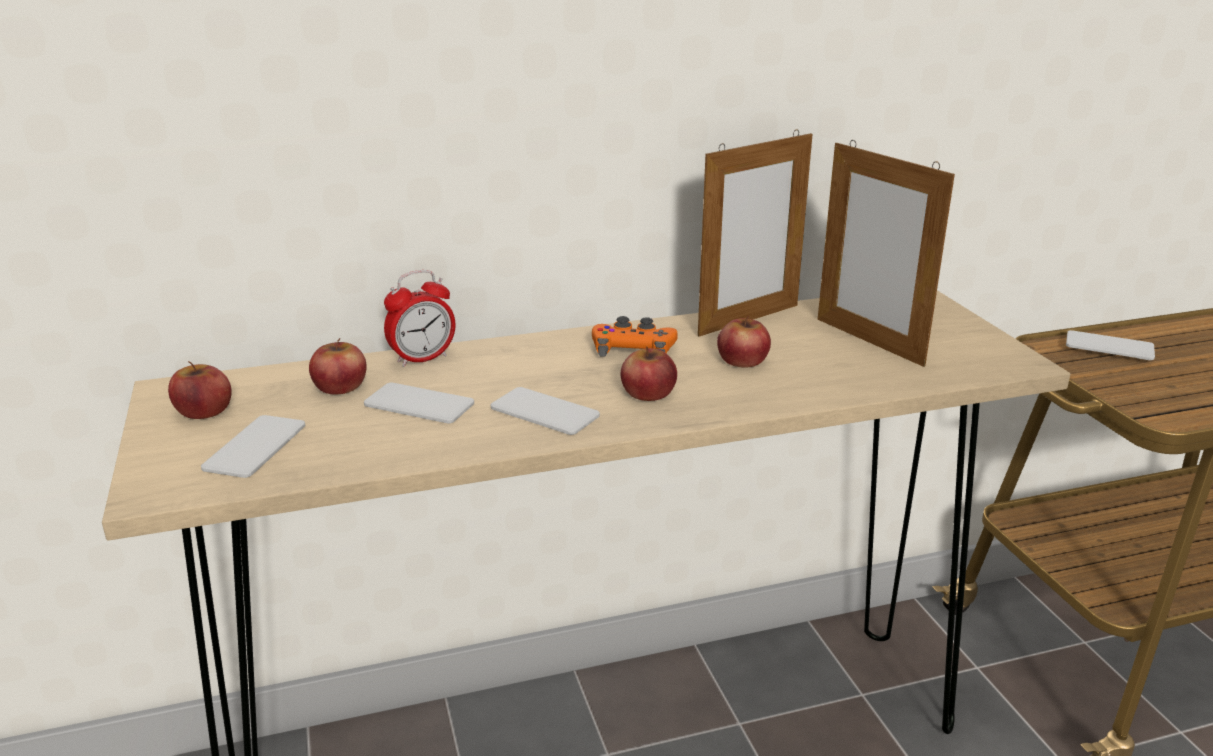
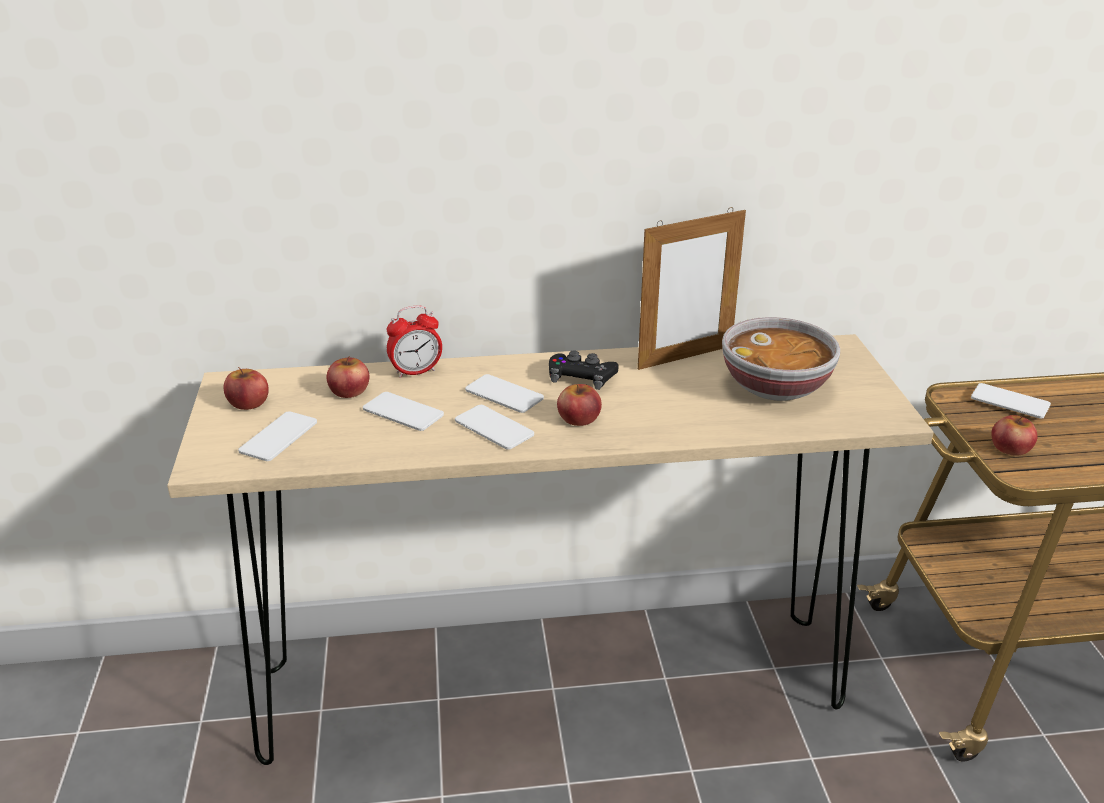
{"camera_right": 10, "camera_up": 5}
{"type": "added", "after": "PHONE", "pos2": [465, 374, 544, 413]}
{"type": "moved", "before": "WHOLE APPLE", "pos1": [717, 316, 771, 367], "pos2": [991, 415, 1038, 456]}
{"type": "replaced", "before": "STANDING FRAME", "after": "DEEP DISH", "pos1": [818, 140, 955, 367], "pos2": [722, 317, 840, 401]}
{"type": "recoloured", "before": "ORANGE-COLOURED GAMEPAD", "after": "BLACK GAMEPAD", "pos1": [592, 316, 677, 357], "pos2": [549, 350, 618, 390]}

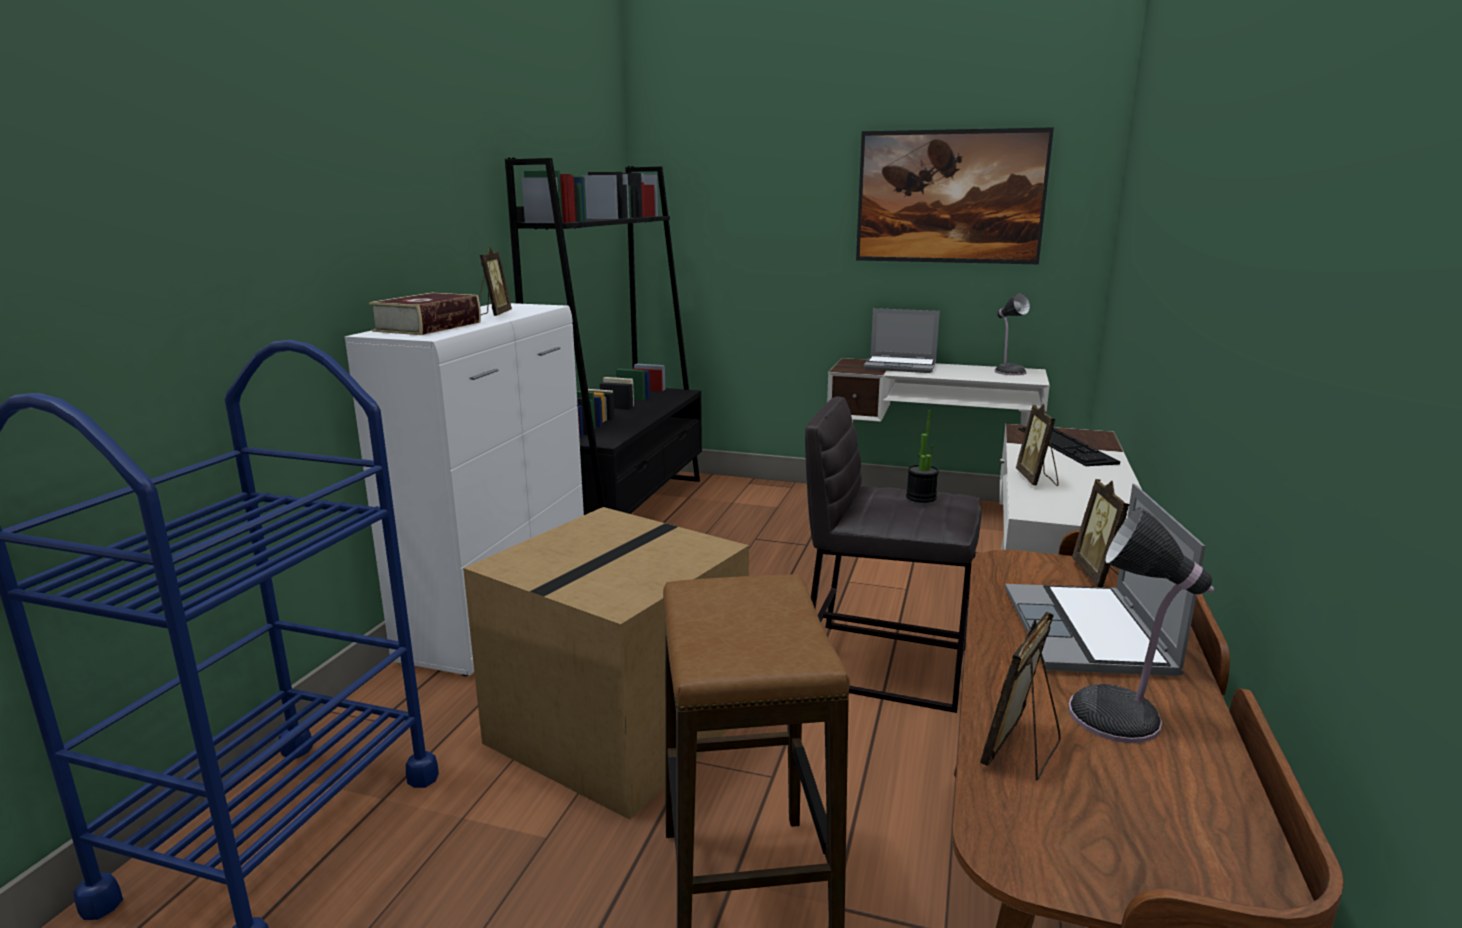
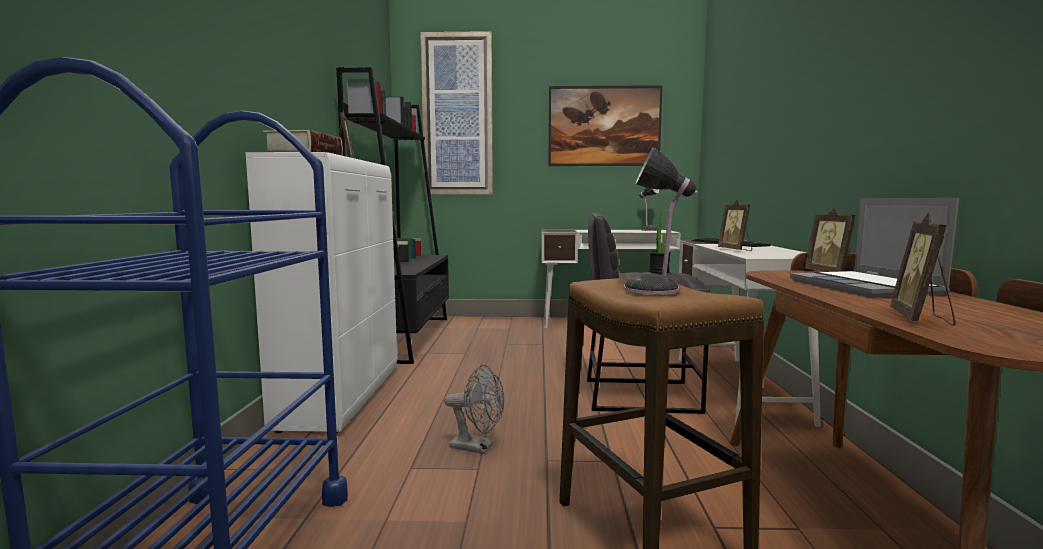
{"camera_right": -15, "camera_up": -10}
{"type": "removed", "before": "NOTEBOOK COMPUTER", "pos1": [864, 308, 940, 373]}
{"type": "added", "after": "WALL ART", "pos2": [420, 31, 493, 194]}
{"type": "moved", "before": "TABLETOP LAMP", "pos1": [1068, 507, 1214, 743], "pos2": [624, 147, 698, 294]}
{"type": "replaced", "before": "CARTON", "after": "GREY FAN", "pos1": [463, 507, 749, 820], "pos2": [444, 365, 504, 454]}

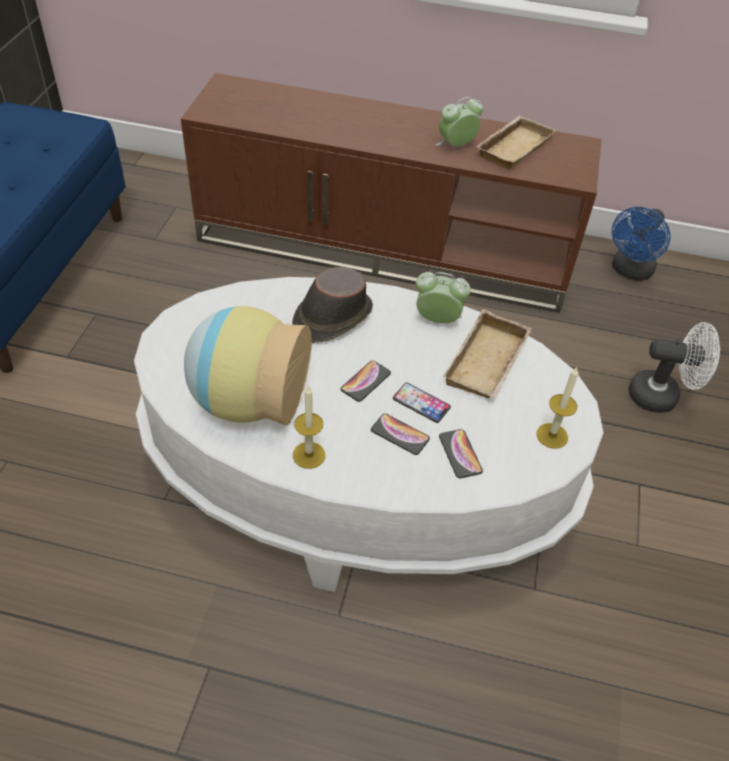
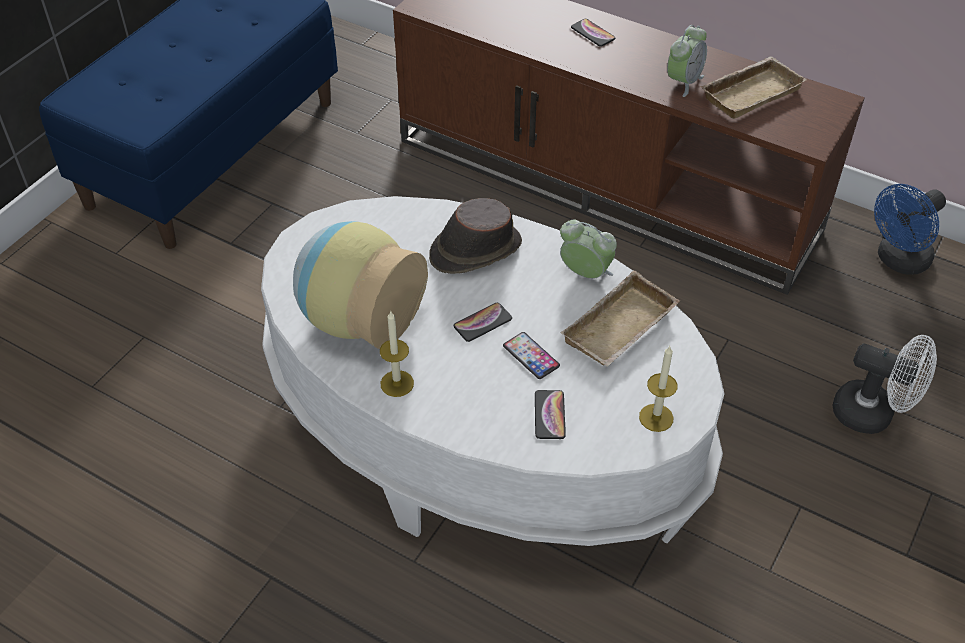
{"camera_right": 20, "camera_up": 0}
{"type": "moved", "before": "PHONE", "pos1": [371, 414, 430, 455], "pos2": [571, 19, 615, 47]}
{"type": "turned", "before": "ALARM CLOCK", "pos1": [436, 97, 483, 147], "pos2": [667, 25, 707, 97], "turn": 135}

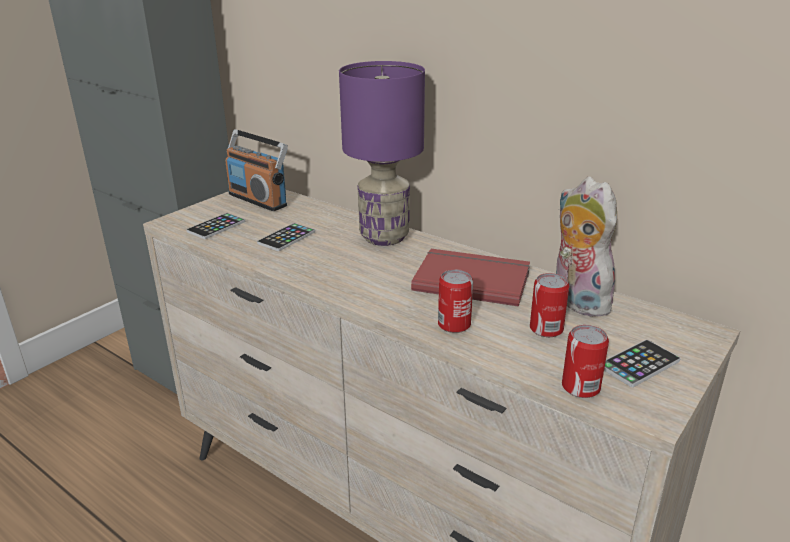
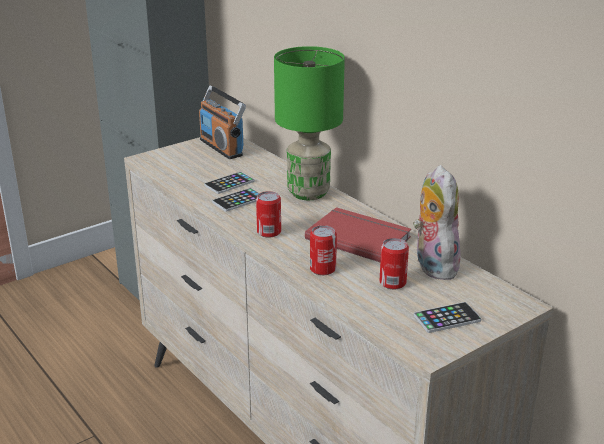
{"camera_right": 15, "camera_up": 0}
{"type": "moved", "before": "PHONE", "pos1": [186, 213, 245, 239], "pos2": [212, 188, 259, 212]}
{"type": "moved", "before": "CAN", "pos1": [562, 325, 609, 398], "pos2": [256, 191, 281, 238]}
{"type": "recoloured", "before": "PURPLISH TABLETOP LAMP", "after": "GREEN TABLETOP LAMP", "pos1": [339, 61, 425, 246], "pos2": [274, 46, 345, 200]}

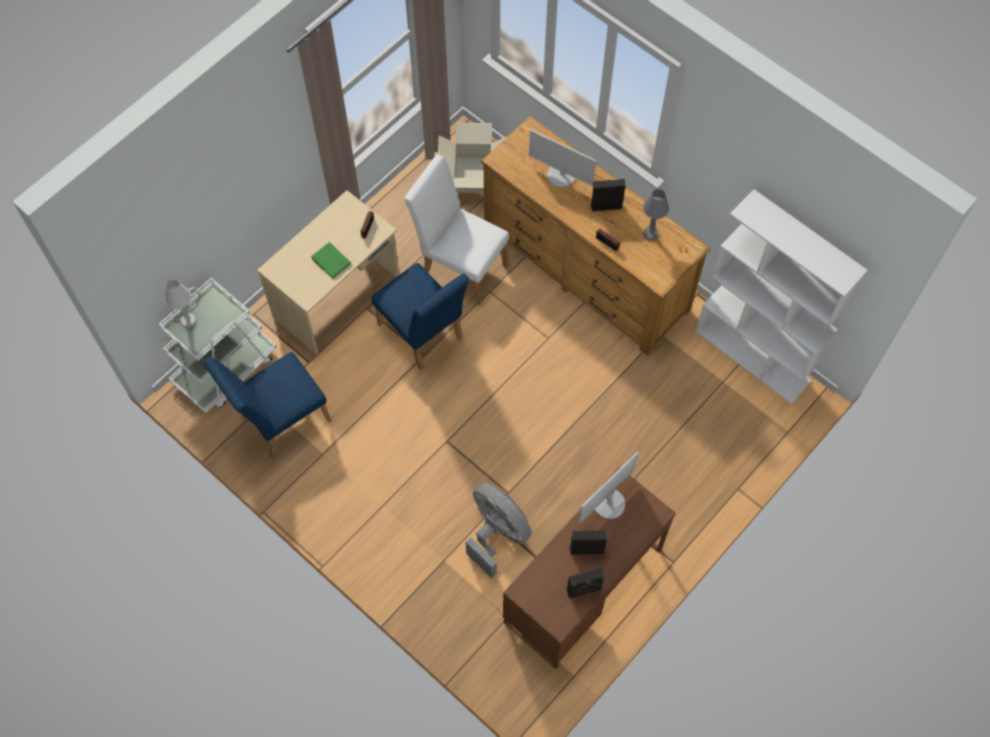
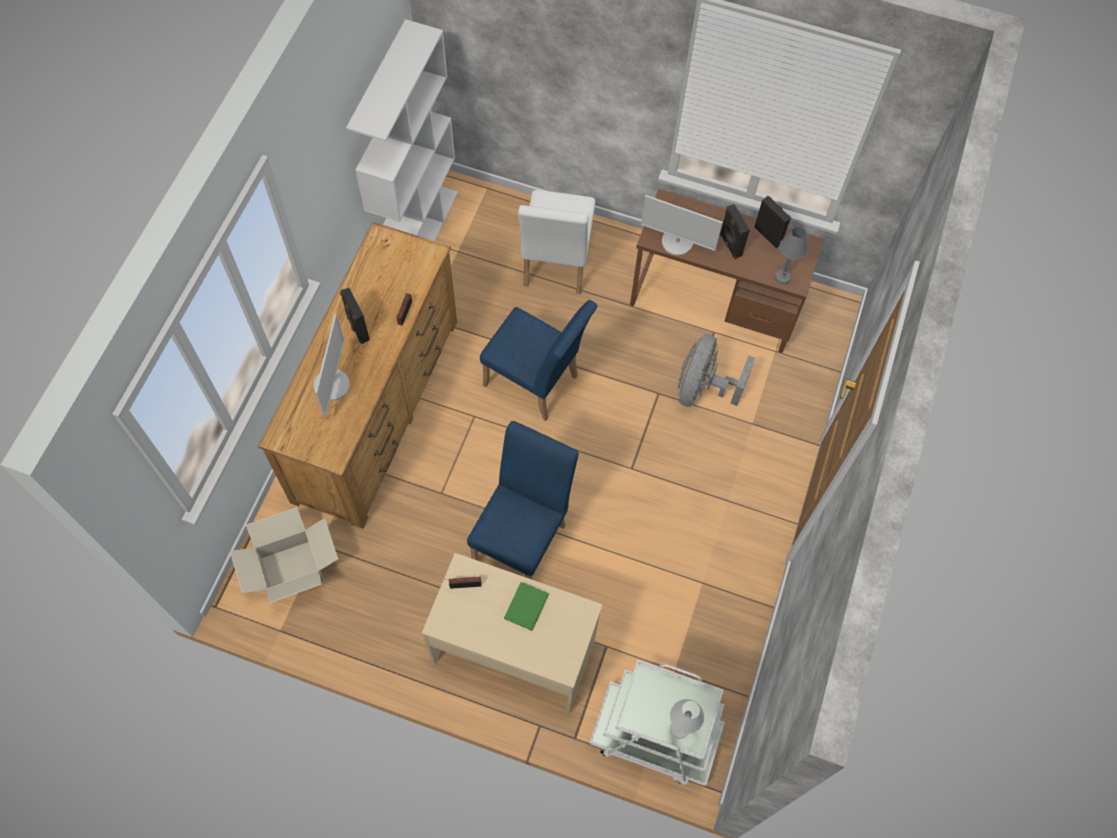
{"camera_right": -115, "camera_up": 0}
{"type": "moved", "before": "BLUE-COLOURED PLAIN CHAIR", "pos1": [204, 352, 332, 459], "pos2": [480, 300, 597, 421]}
{"type": "moved", "before": "WHITISH PLAIN CHAIR", "pos1": [404, 155, 509, 305], "pos2": [518, 190, 595, 294]}
{"type": "moved", "before": "GREY TABLETOP LAMP", "pos1": [643, 189, 669, 240], "pos2": [775, 227, 808, 284]}

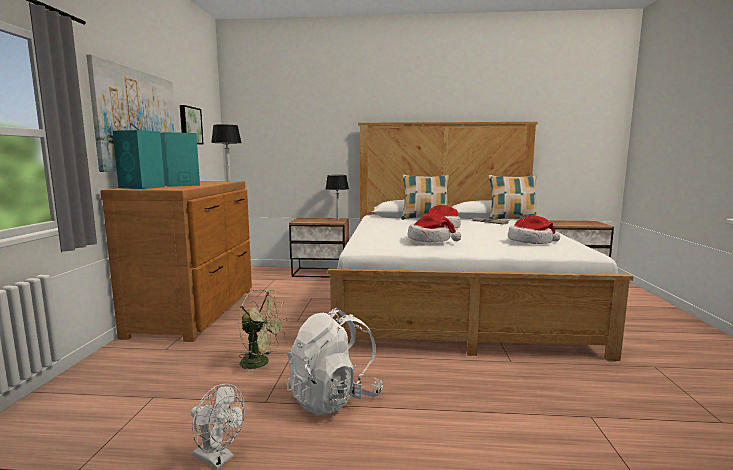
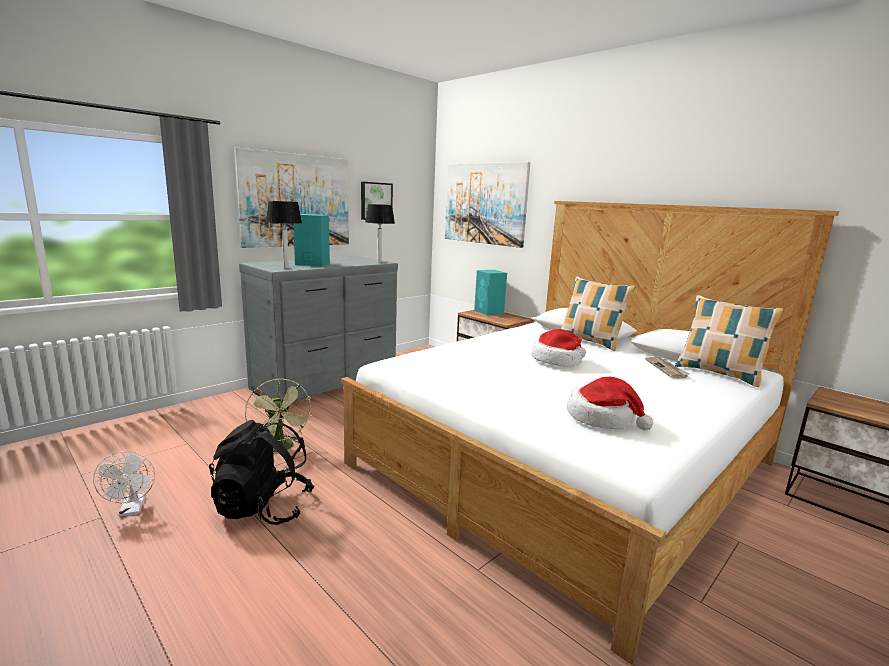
{"camera_right": 40, "camera_up": 5}
{"type": "removed", "before": "CLOTHING HAT", "pos1": [408, 213, 461, 242]}
{"type": "added", "after": "WALL ART", "pos2": [445, 162, 530, 248]}
{"type": "moved", "before": "TURQUOISE AUDIO SPEAKER", "pos1": [113, 130, 165, 189], "pos2": [474, 270, 507, 316]}
{"type": "moved", "before": "TABLETOP LAMP", "pos1": [326, 175, 349, 220], "pos2": [266, 201, 302, 269]}
{"type": "recoloured", "before": "BROWNISH CHEST OF DRAWERS", "after": "GREY CHEST OF DRAWERS", "pos1": [100, 181, 252, 342], "pos2": [239, 256, 398, 400]}
{"type": "recoloured", "before": "WHITISH KNAPSACK", "after": "BLACK KNAPSACK", "pos1": [287, 308, 383, 416], "pos2": [209, 420, 315, 525]}

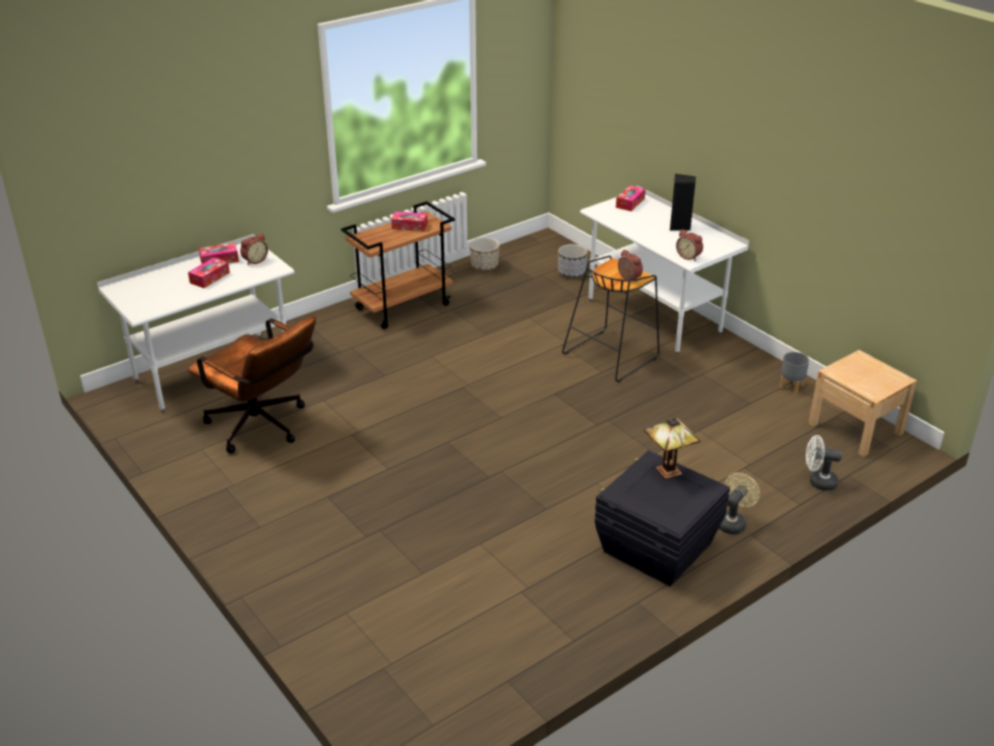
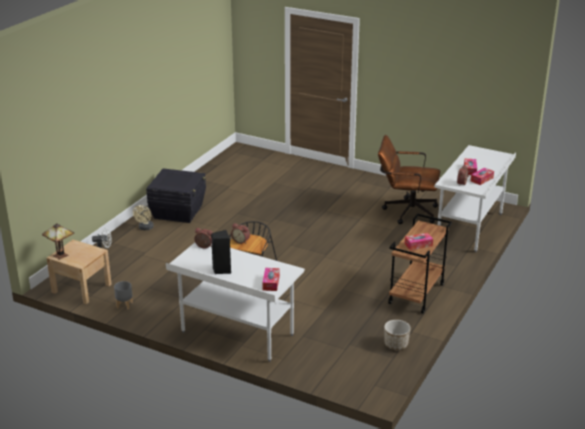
{"camera_right": 155, "camera_up": -5}
{"type": "removed", "before": "PLANTER", "pos1": [558, 244, 588, 278]}
{"type": "moved", "before": "TABLETOP LAMP", "pos1": [644, 418, 700, 479], "pos2": [42, 223, 74, 260]}

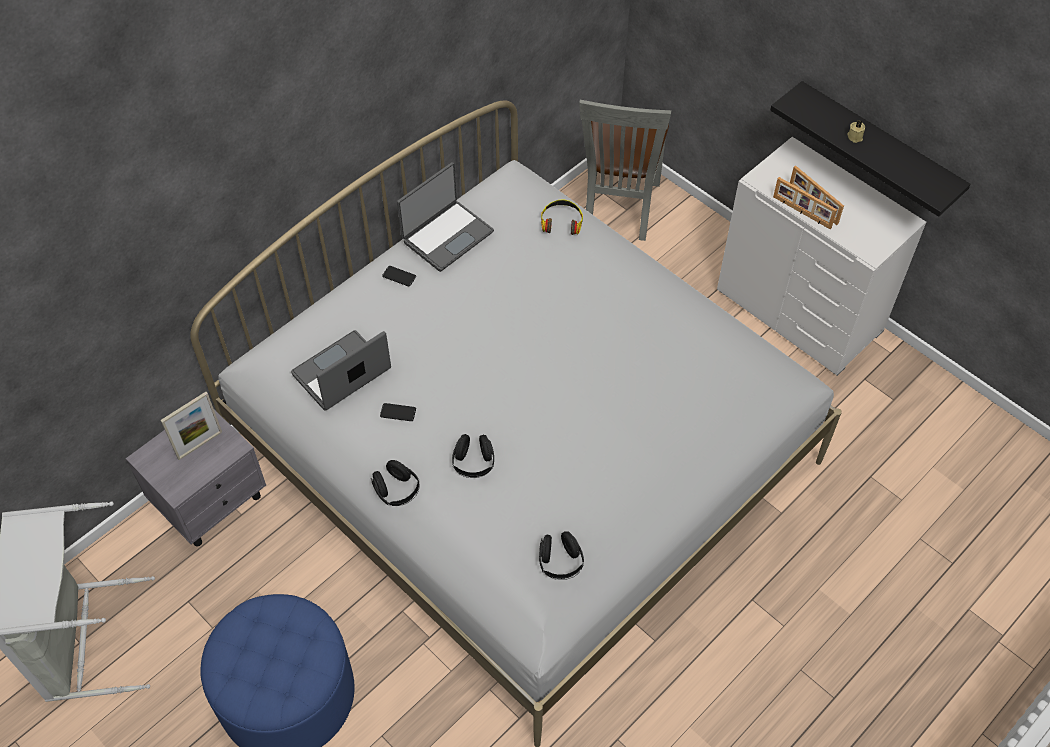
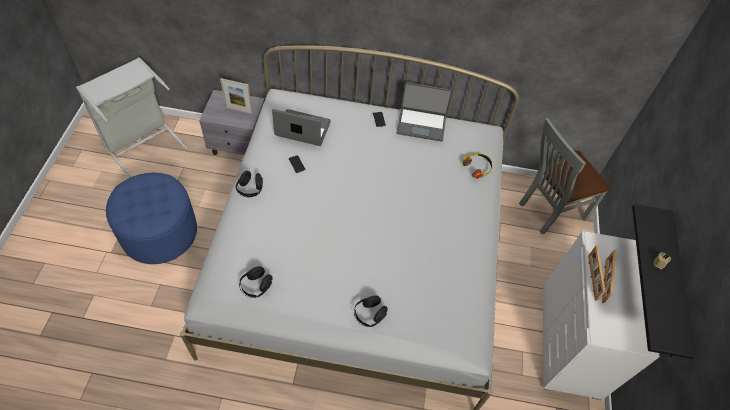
{"camera_right": 50, "camera_up": 0}
{"type": "moved", "before": "BLACK HEADSET", "pos1": [452, 434, 494, 478], "pos2": [354, 296, 388, 327]}

